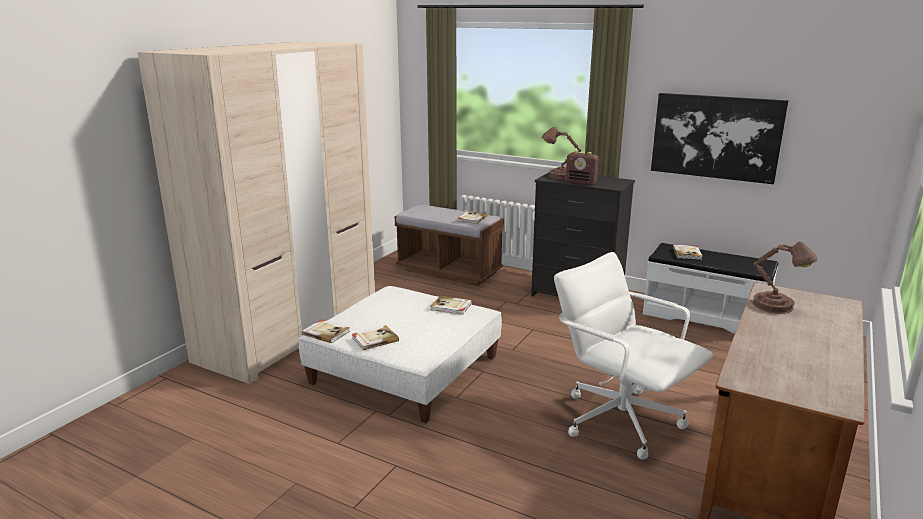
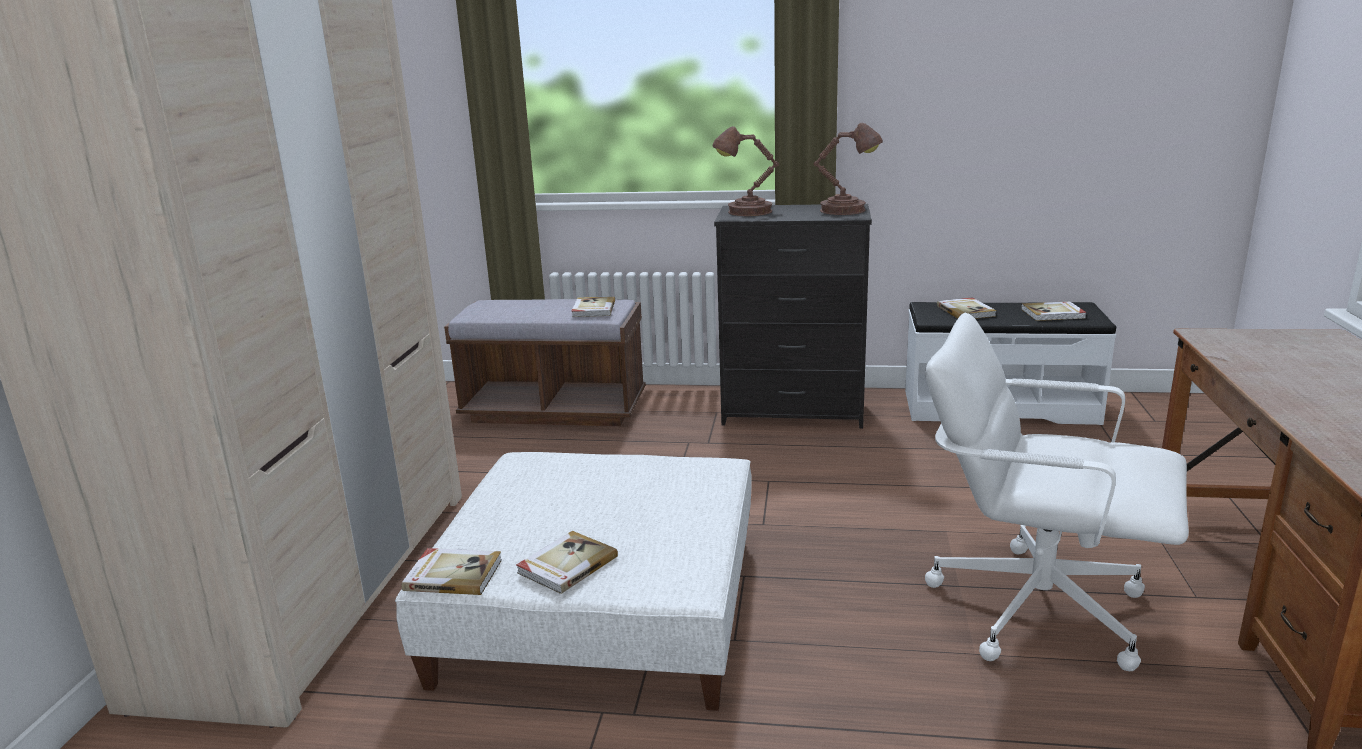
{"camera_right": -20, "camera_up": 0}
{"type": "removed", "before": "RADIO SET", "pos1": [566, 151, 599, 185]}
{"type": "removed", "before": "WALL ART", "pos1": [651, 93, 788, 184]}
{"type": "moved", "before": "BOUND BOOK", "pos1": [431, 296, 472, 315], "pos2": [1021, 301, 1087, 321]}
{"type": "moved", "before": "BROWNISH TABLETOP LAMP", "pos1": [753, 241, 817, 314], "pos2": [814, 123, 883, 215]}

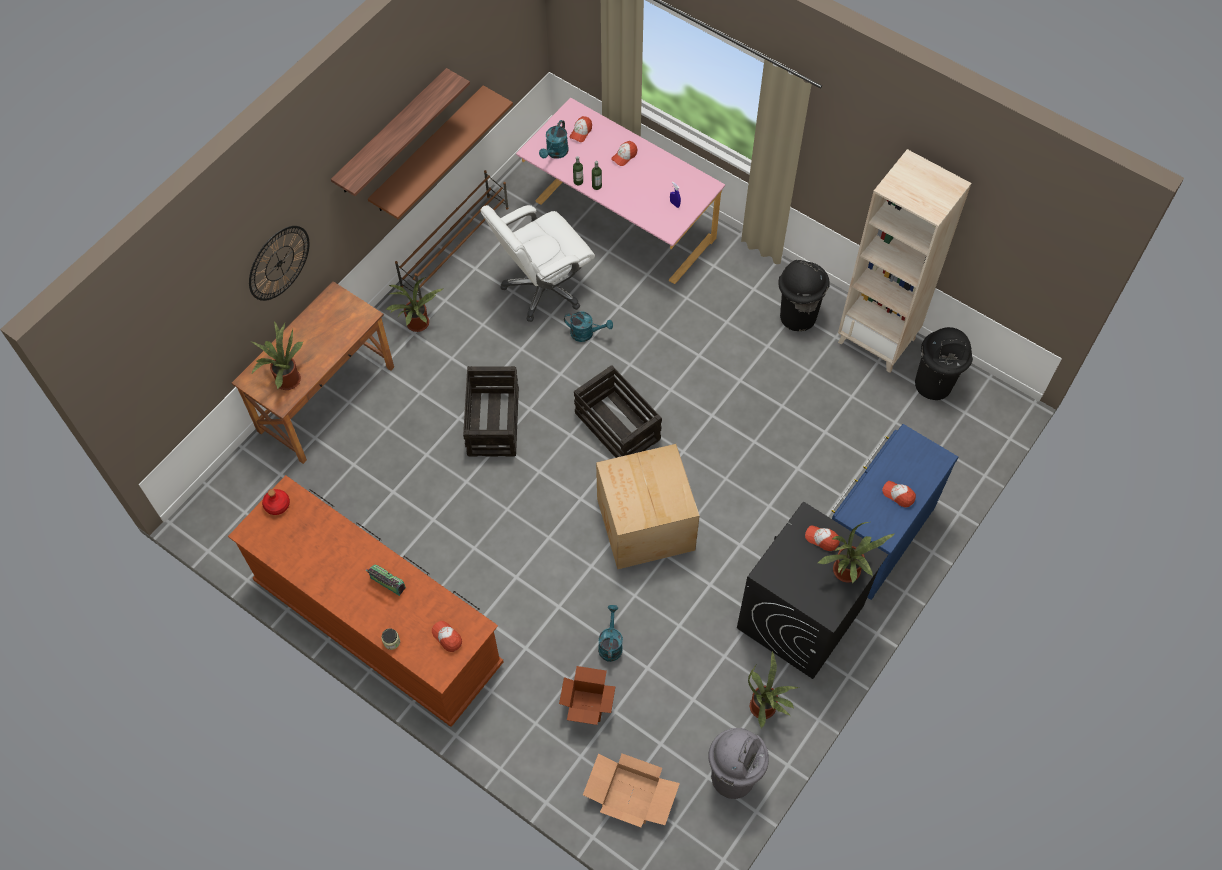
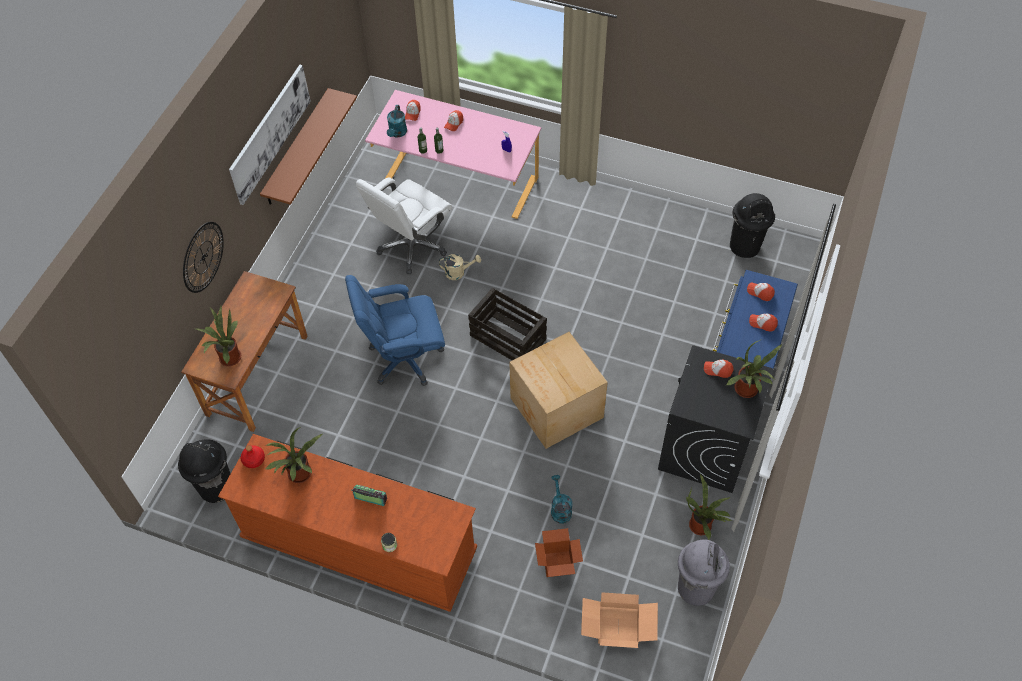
{"camera_right": -15, "camera_up": -5}
{"type": "removed", "before": "BROWNISH SHOE SHELF", "pos1": [395, 170, 509, 299]}
{"type": "removed", "before": "SAND-COLOURED BOOKSHELF", "pos1": [838, 149, 971, 373]}
{"type": "moved", "before": "PLANT IN A POT", "pos1": [385, 277, 443, 332], "pos2": [265, 427, 322, 483]}
{"type": "moved", "before": "PEAKED CAP", "pos1": [432, 621, 462, 652], "pos2": [747, 282, 775, 301]}
{"type": "moved", "before": "BLACK RUBBISH BIN", "pos1": [778, 260, 830, 331], "pos2": [178, 440, 231, 503]}
{"type": "replaced", "before": "WALL SHELF", "after": "WALL ART", "pos1": [331, 68, 470, 196], "pos2": [229, 65, 311, 205]}
{"type": "replaced", "before": "SHIPPING CRATE", "after": "BLUE-COLOURED OFFICE CHAIR", "pos1": [463, 366, 519, 457], "pos2": [345, 275, 445, 386]}
{"type": "recoloured", "before": "TURQUOISE WATERING CAN", "after": "SAND-COLOURED WATERING CAN", "pos1": [564, 311, 613, 342], "pos2": [439, 254, 481, 280]}

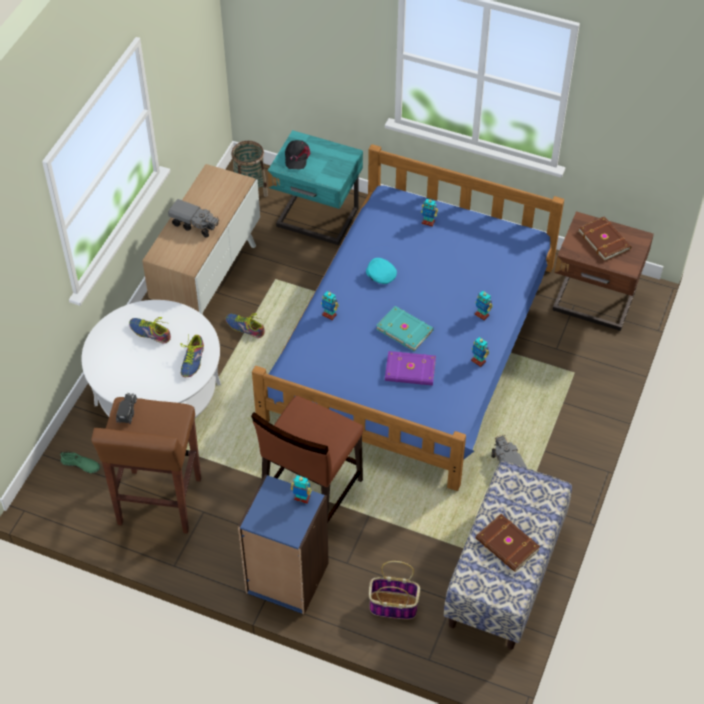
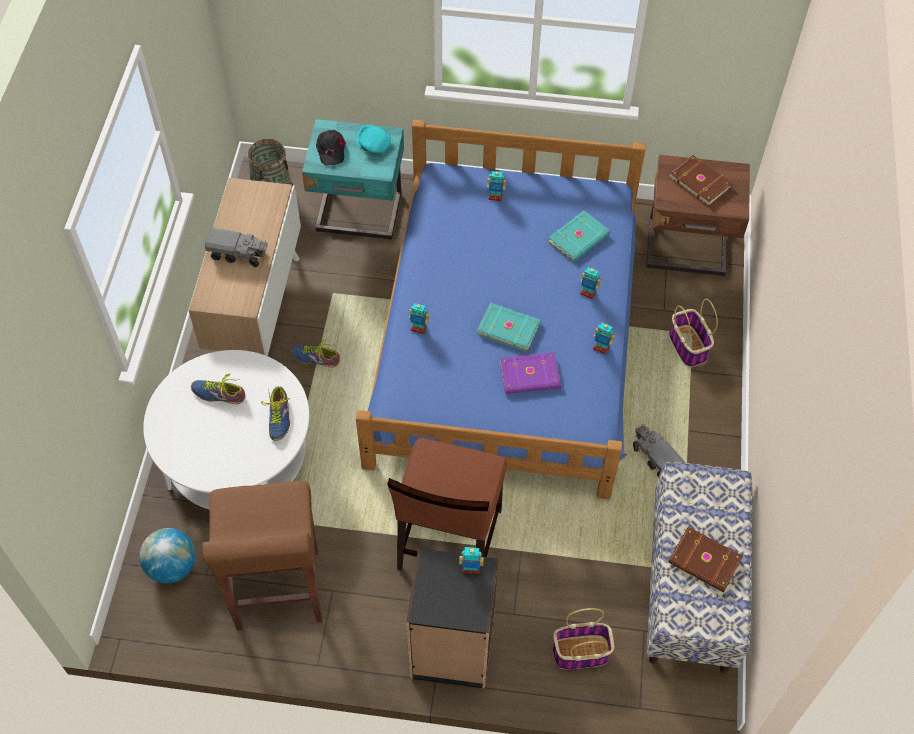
{"camera_right": -15, "camera_up": 5}
{"type": "removed", "before": "MODEL TRUCK", "pos1": [116, 393, 137, 424]}
{"type": "added", "after": "TURQUOISE BOUND BOOK", "pos2": [548, 211, 610, 262]}
{"type": "added", "after": "STORAGE BASKET", "pos2": [669, 299, 718, 367]}
{"type": "moved", "before": "TURQUOISE PEAKED CAP", "pos1": [366, 258, 397, 284], "pos2": [356, 125, 391, 153]}
{"type": "replaced", "before": "GREEN ITEM OF FOOTWEAR", "after": "WORLD GLOBE", "pos1": [60, 452, 100, 473], "pos2": [139, 528, 195, 583]}
{"type": "recoloured", "before": "BLUE-COLOURED BOOKSHELF", "after": "BLACK BOOKSHELF", "pos1": [238, 474, 329, 614], "pos2": [406, 548, 498, 689]}

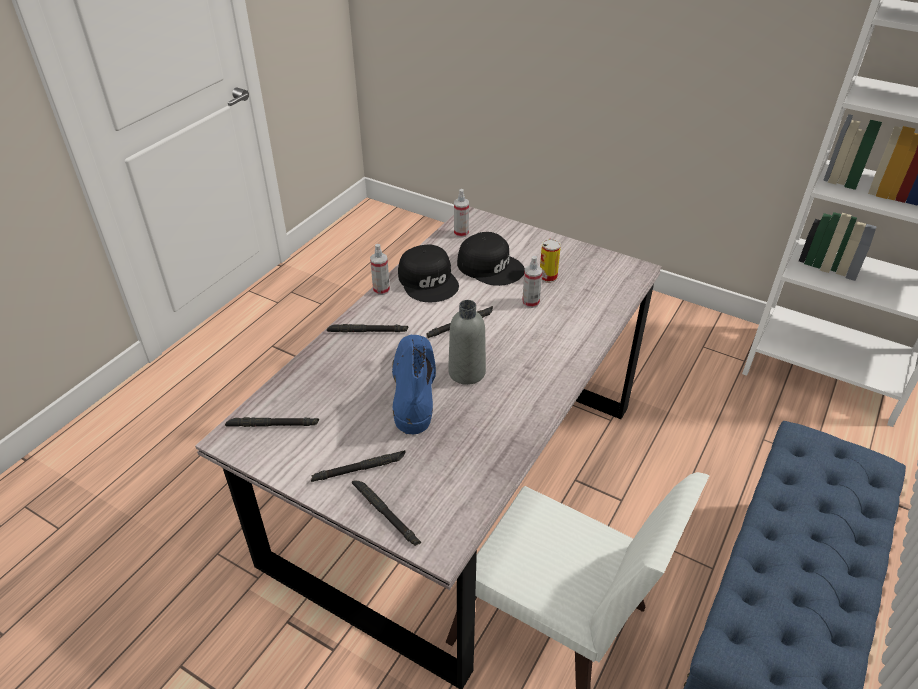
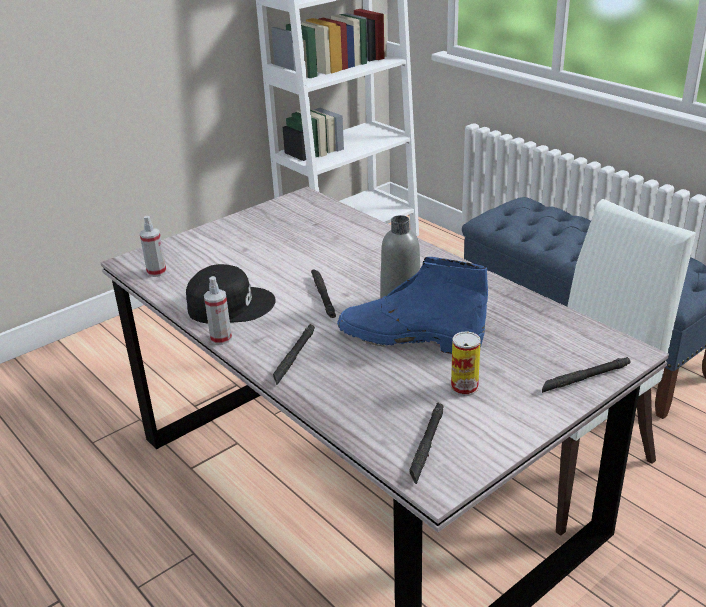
{"camera_right": -70, "camera_up": -10}
{"type": "removed", "before": "BLACK HAND TORCH", "pos1": [311, 450, 405, 482]}
{"type": "removed", "before": "BLACK PEAKED CAP", "pos1": [457, 232, 525, 286]}
{"type": "removed", "before": "SPRAYER", "pos1": [522, 256, 542, 308]}
{"type": "moved", "before": "CAN", "pos1": [540, 239, 561, 283], "pos2": [451, 332, 481, 396]}

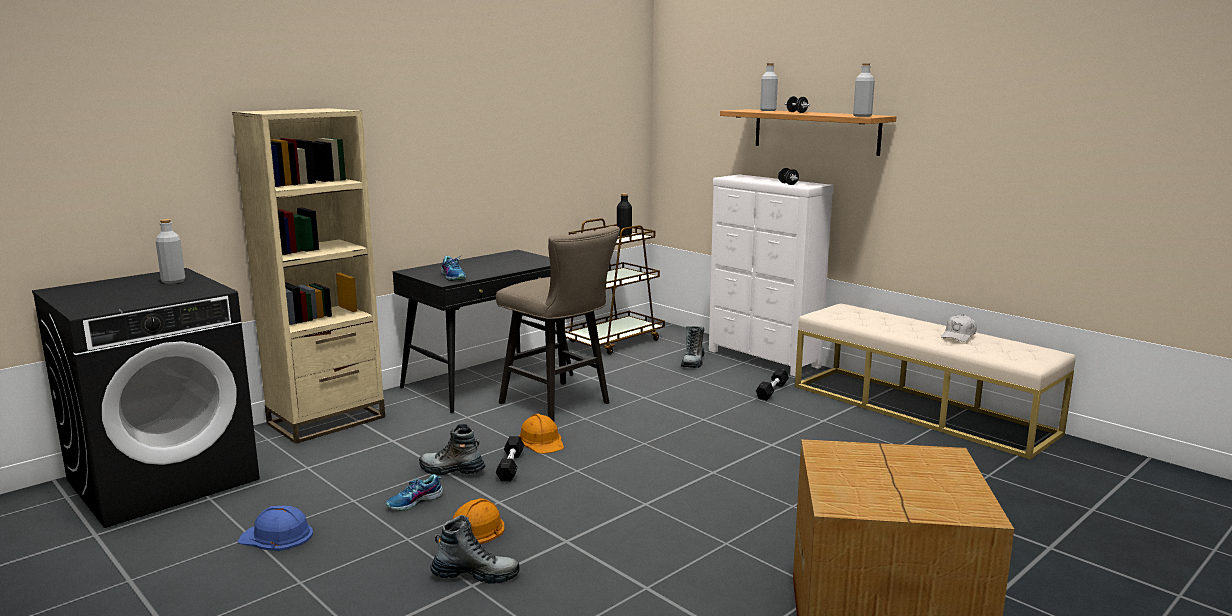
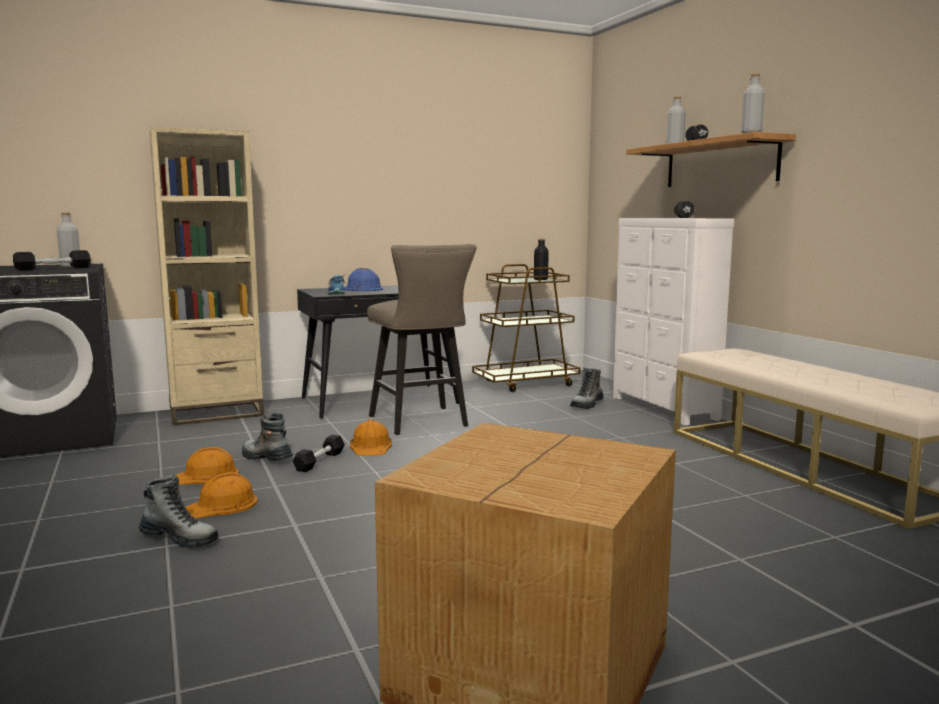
{"camera_right": 20, "camera_up": -5}
{"type": "removed", "before": "WHITISH PEAKED CAP", "pos1": [941, 315, 976, 342]}
{"type": "moved", "before": "BLUE-COLOURED WORK HELMET", "pos1": [238, 506, 313, 551], "pos2": [344, 268, 383, 291]}
{"type": "moved", "before": "BLACK HAND WEIGHT", "pos1": [756, 369, 789, 400], "pos2": [13, 250, 91, 271]}
{"type": "replaced", "before": "ITEM OF FOOTWEAR", "after": "ORANGE-COLOURED WORK HELMET", "pos1": [386, 474, 443, 511], "pos2": [176, 447, 239, 485]}

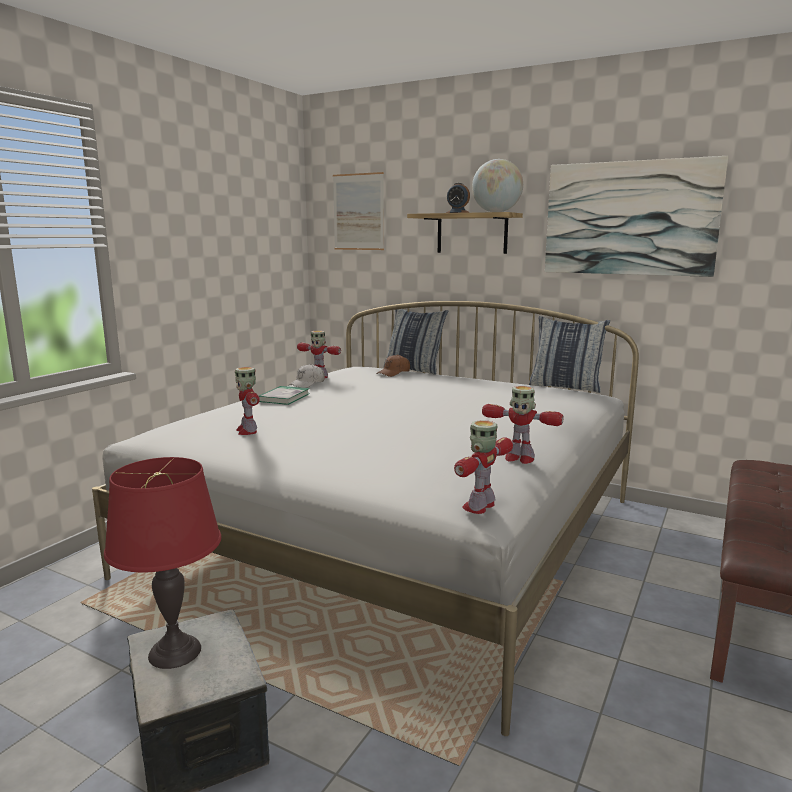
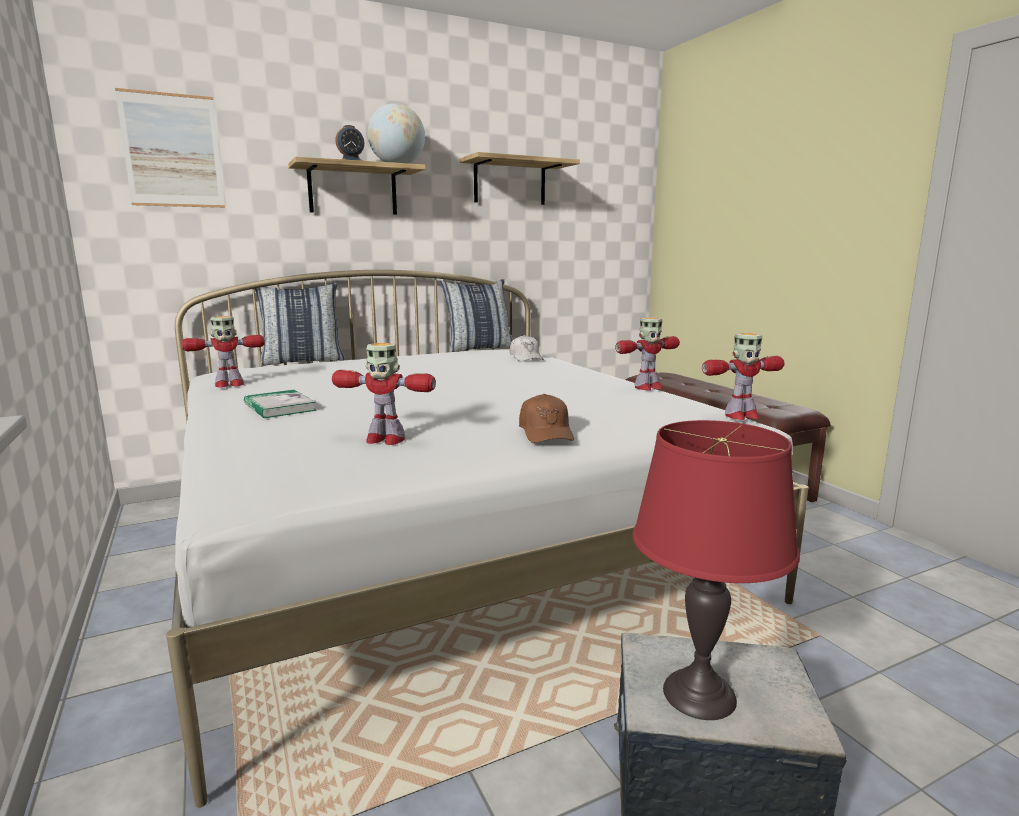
{"camera_right": -55, "camera_up": 0}
{"type": "moved", "before": "WHITISH PEAKED CAP", "pos1": [288, 364, 325, 388], "pos2": [510, 335, 544, 362]}
{"type": "moved", "before": "BROWNISH PEAKED CAP", "pos1": [376, 354, 410, 377], "pos2": [519, 394, 574, 443]}
{"type": "replaced", "before": "WALL ART", "after": "WALL SHELF", "pos1": [545, 156, 728, 277], "pos2": [459, 152, 580, 205]}
{"type": "turned", "before": "TOY ROBOT", "pos1": [454, 420, 513, 514], "pos2": [702, 333, 785, 420], "turn": -90}

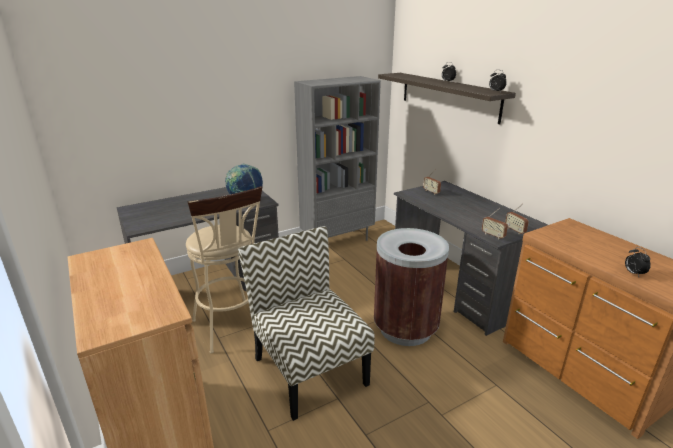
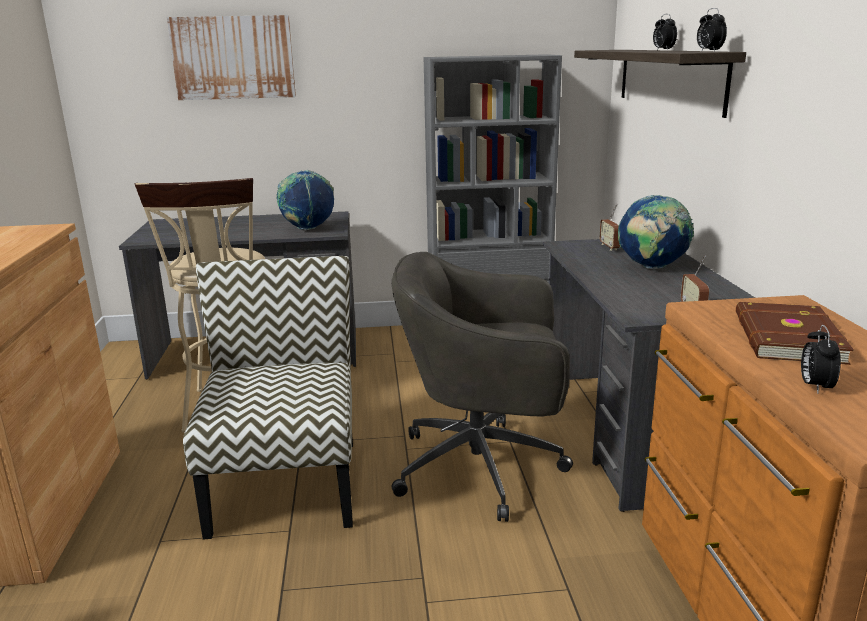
{"camera_right": 25, "camera_up": -5}
{"type": "removed", "before": "RADIO SET", "pos1": [482, 208, 508, 239]}
{"type": "added", "after": "WALL ART", "pos2": [167, 15, 296, 100]}
{"type": "added", "after": "WORLD GLOBE", "pos2": [618, 195, 694, 269]}
{"type": "added", "after": "BROWNISH BOUND BOOK", "pos2": [736, 302, 854, 365]}
{"type": "replaced", "before": "BROWNISH RUBBISH BIN", "after": "GREY OFFICE CHAIR", "pos1": [374, 228, 449, 346], "pos2": [392, 252, 573, 522]}

